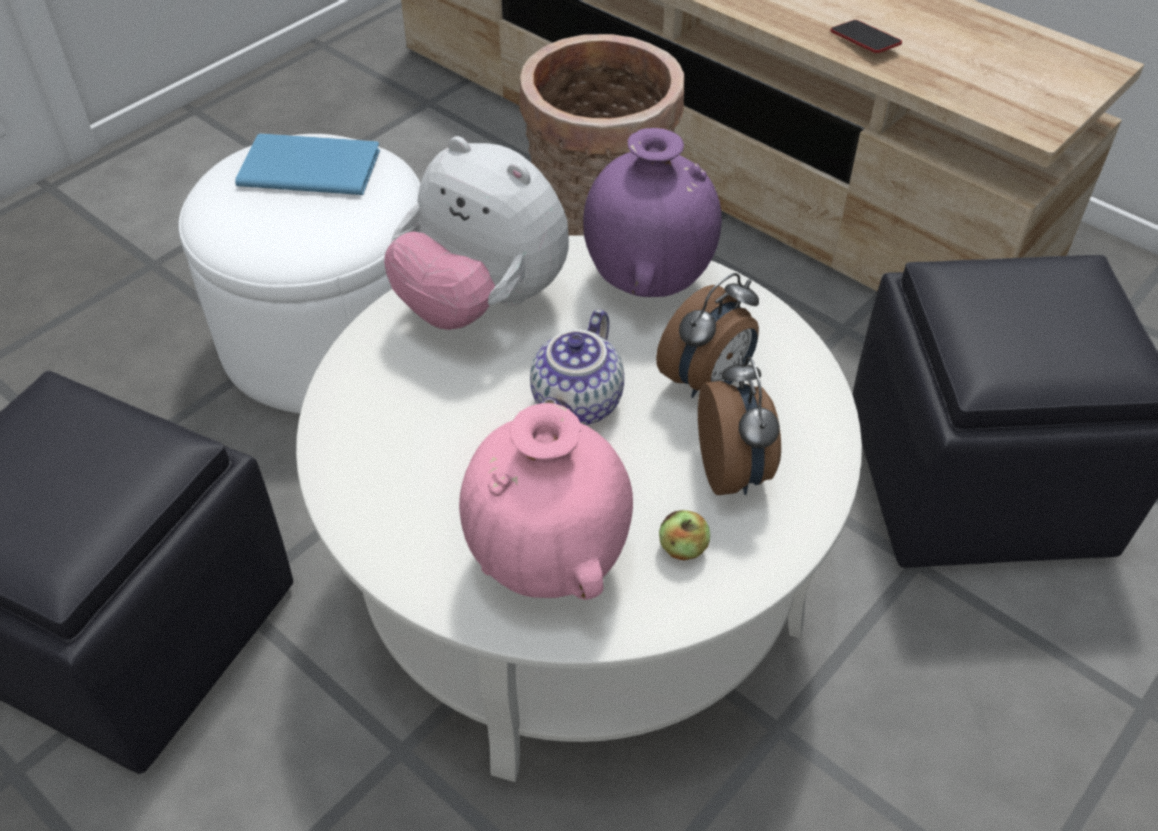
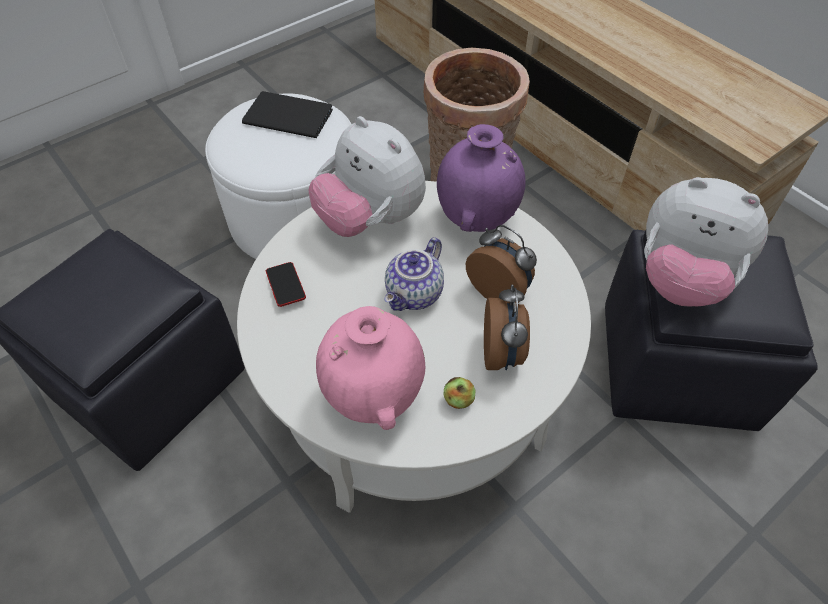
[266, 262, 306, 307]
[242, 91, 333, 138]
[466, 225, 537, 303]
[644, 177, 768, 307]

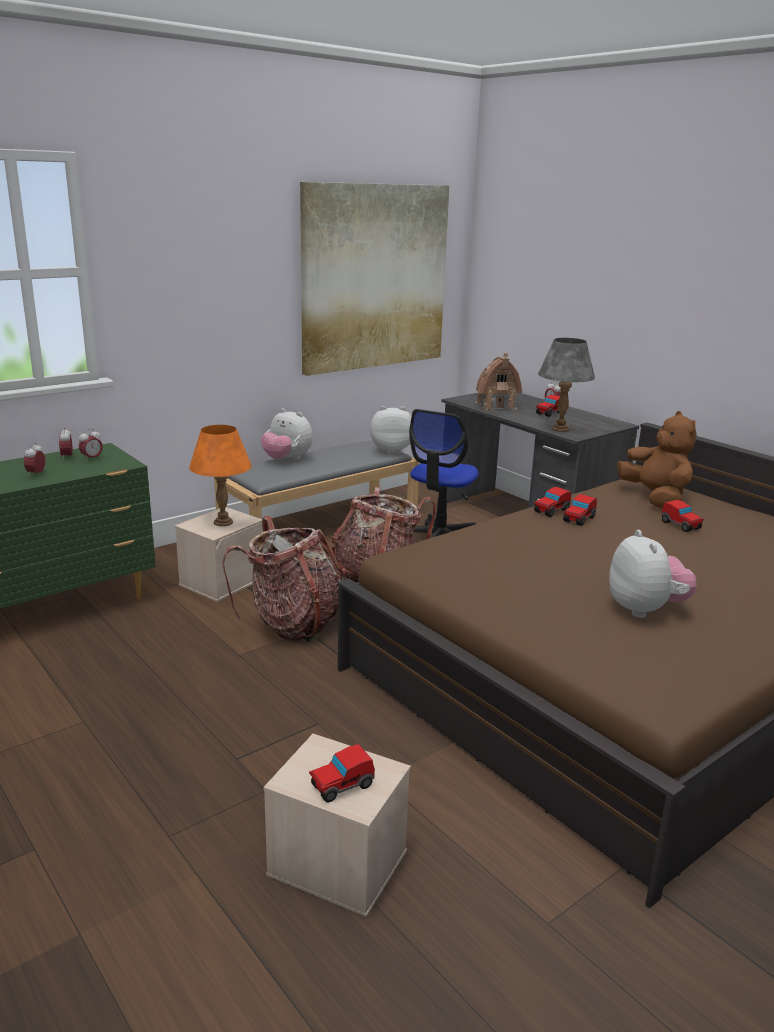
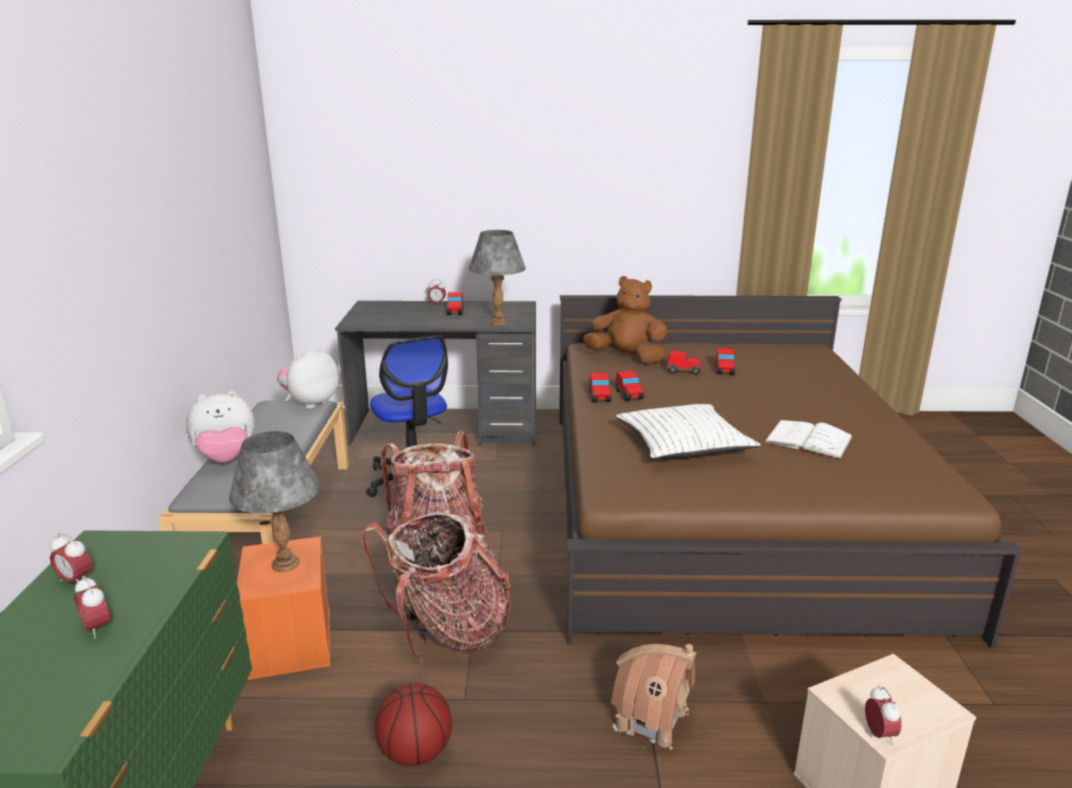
[300, 182, 449, 376] (first image)
[611, 644, 697, 749]
[229, 431, 320, 572]
[865, 685, 902, 745]
[237, 536, 330, 680]
[763, 420, 853, 459]
[715, 348, 735, 375]
[616, 404, 761, 459]
[375, 683, 452, 766]

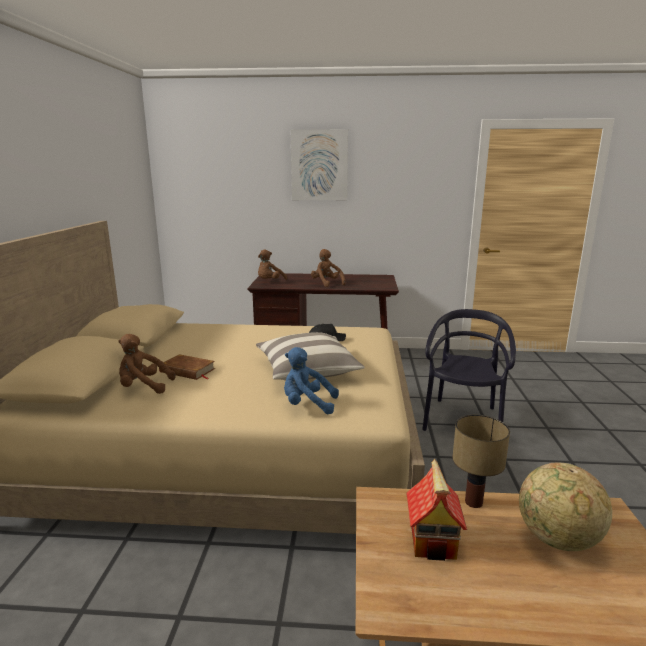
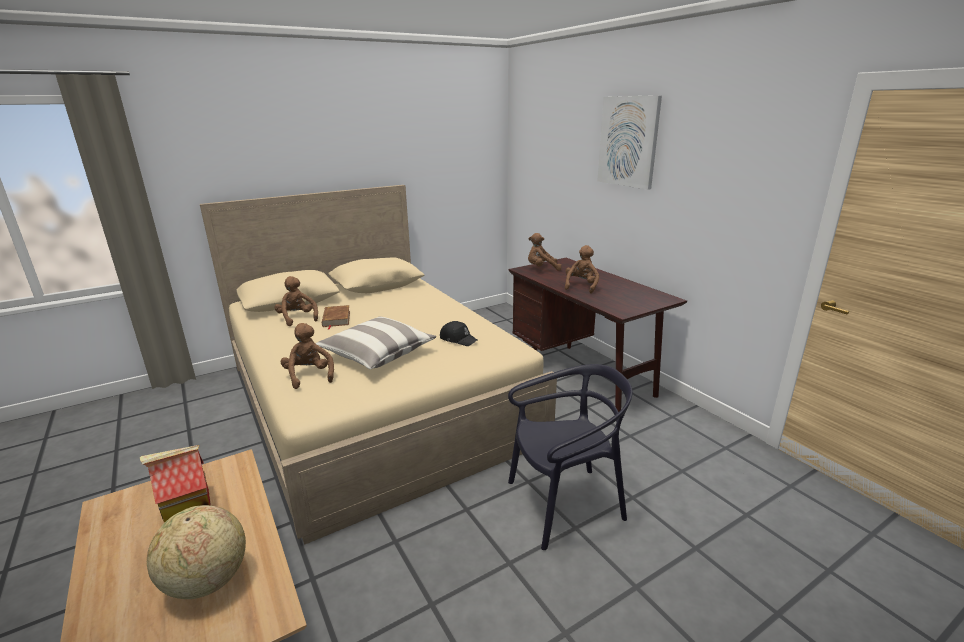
[281, 323, 334, 389]
[452, 415, 510, 508] (first image)

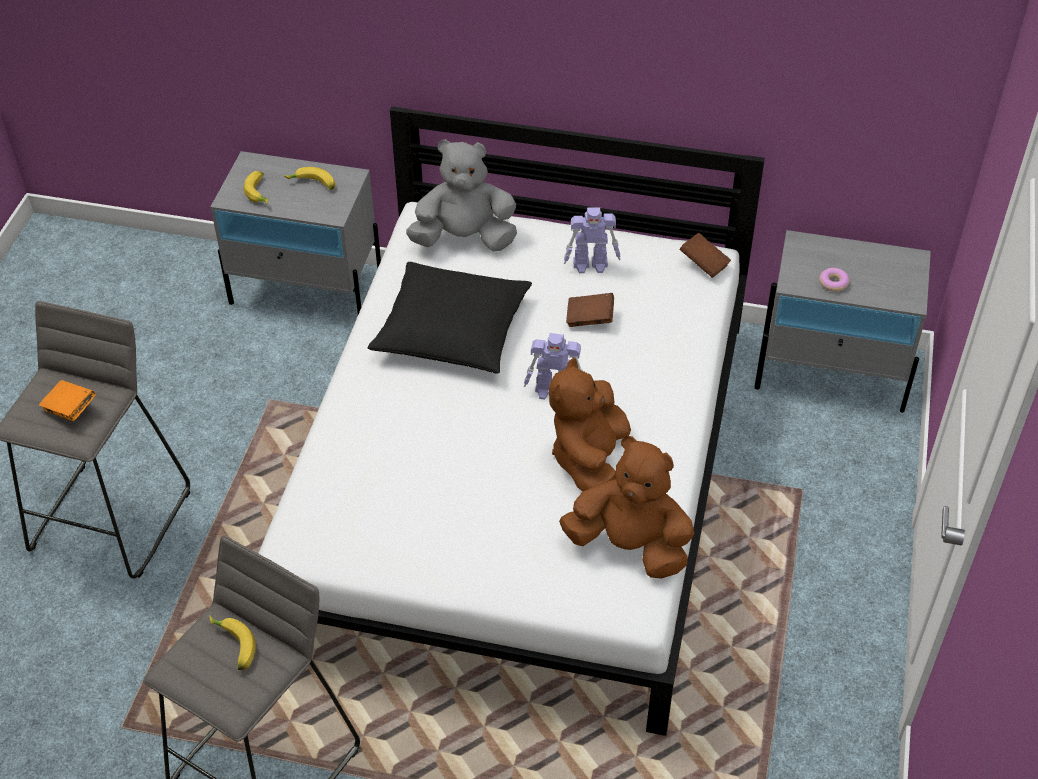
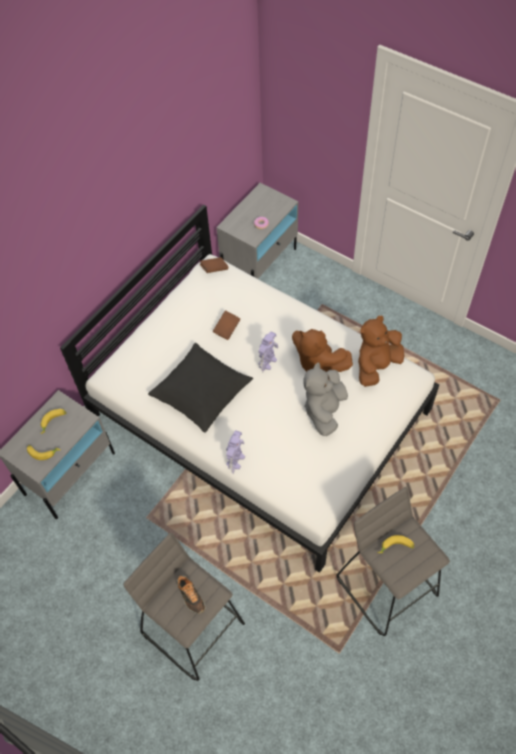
[303, 363, 348, 436]
[226, 430, 245, 474]
[177, 575, 205, 614]

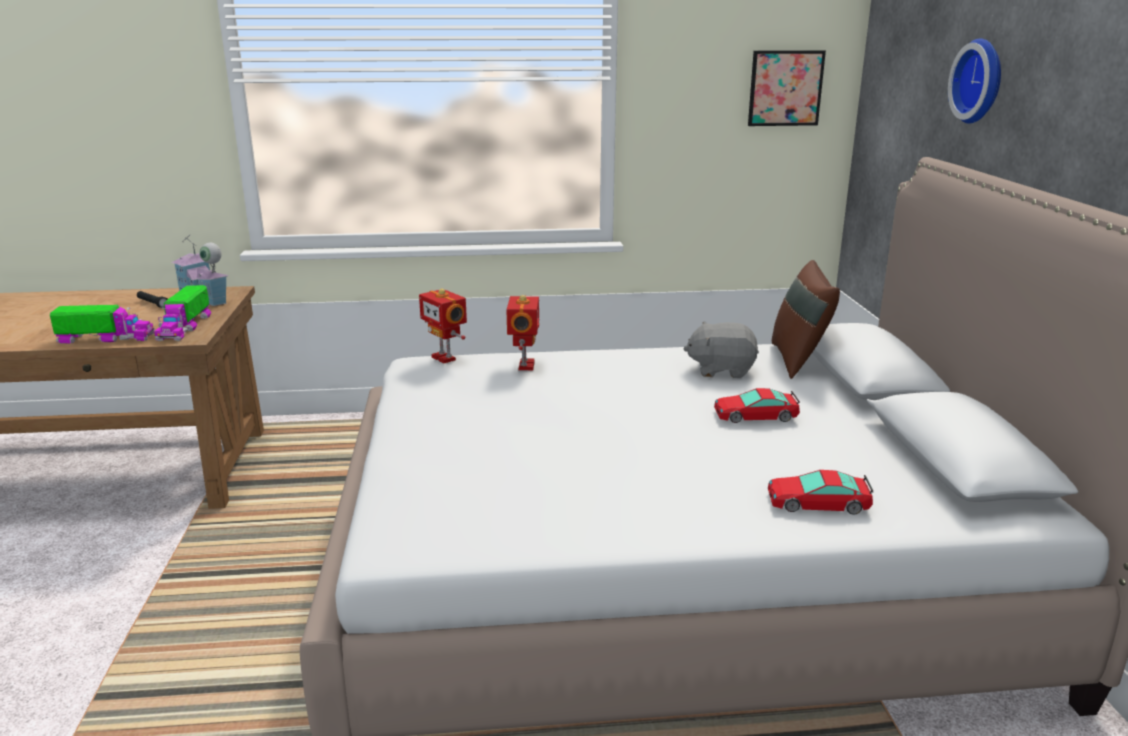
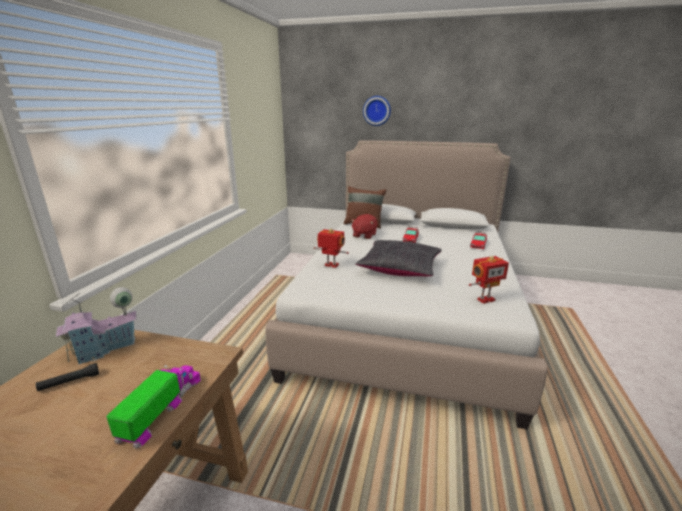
[748, 50, 826, 126] (first image)
[154, 285, 212, 341] (first image)
[469, 256, 509, 304]
[351, 214, 378, 239]
[355, 240, 442, 276]

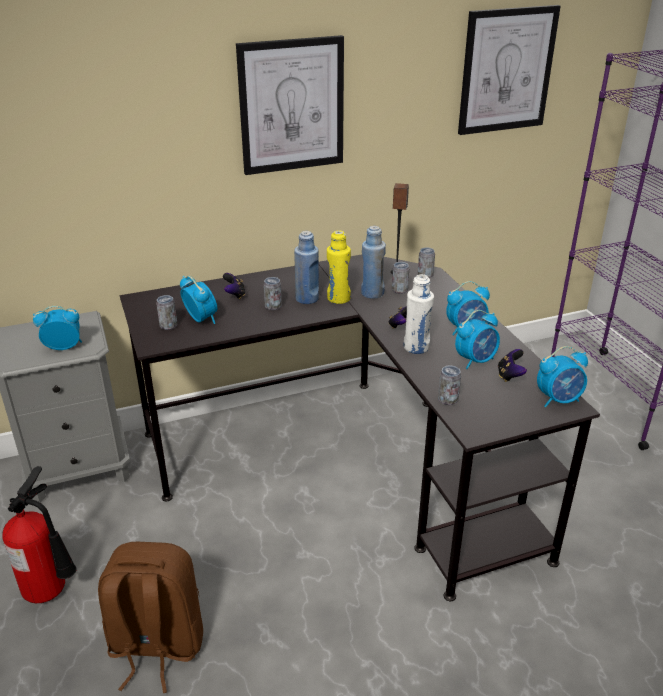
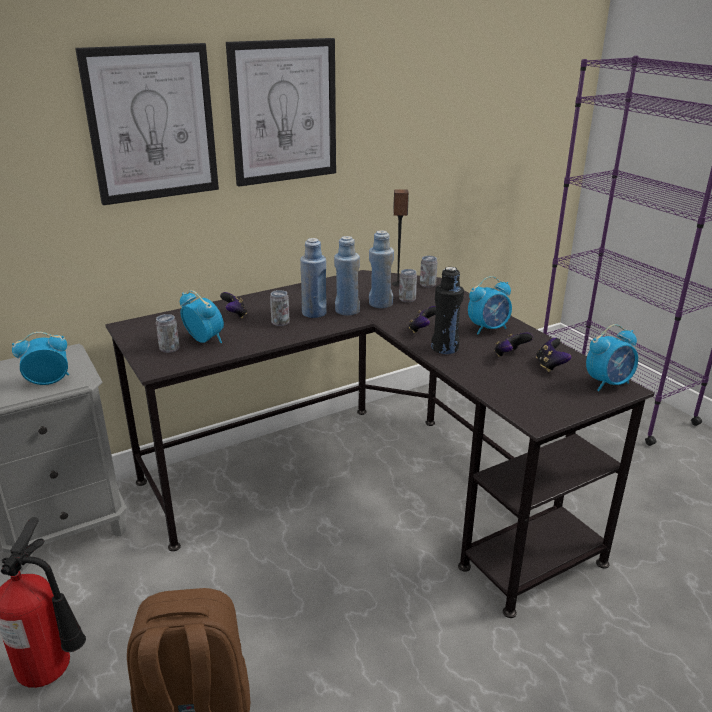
[75, 43, 219, 205]
[334, 236, 360, 315]
[431, 267, 464, 354]
[494, 333, 533, 357]
[438, 365, 461, 405] (first image)

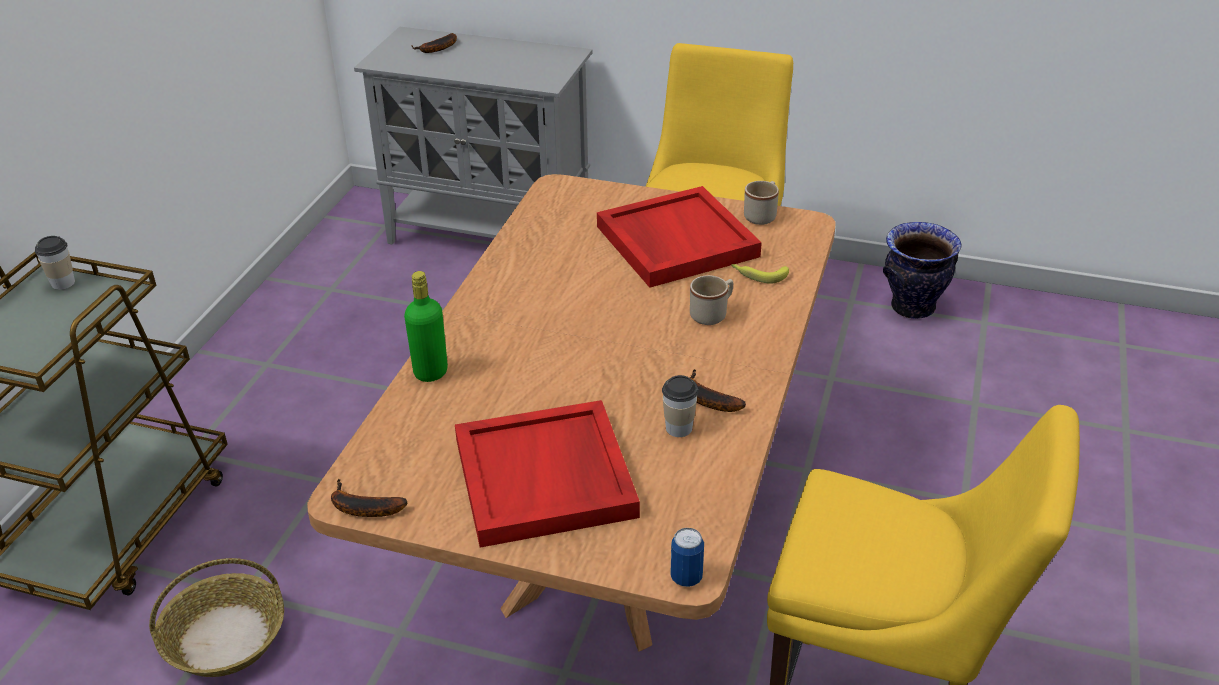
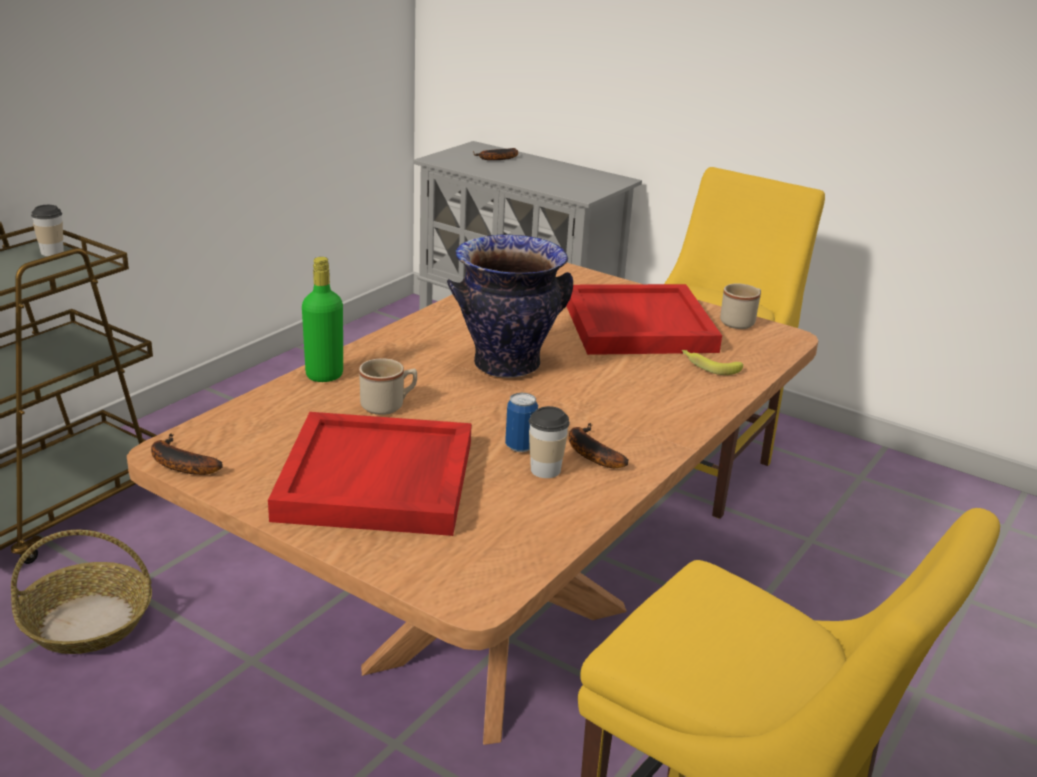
[447, 234, 573, 378]
[359, 358, 417, 415]
[505, 393, 538, 452]

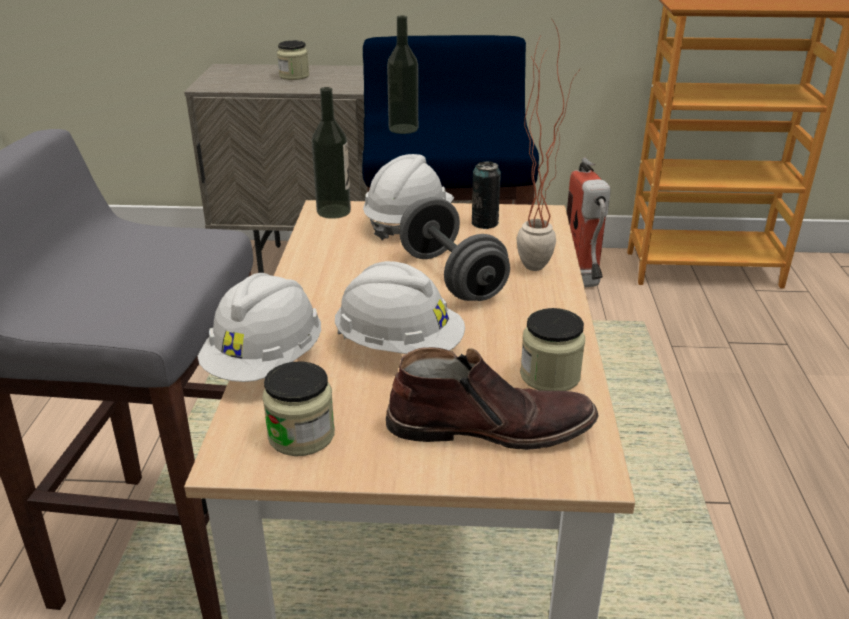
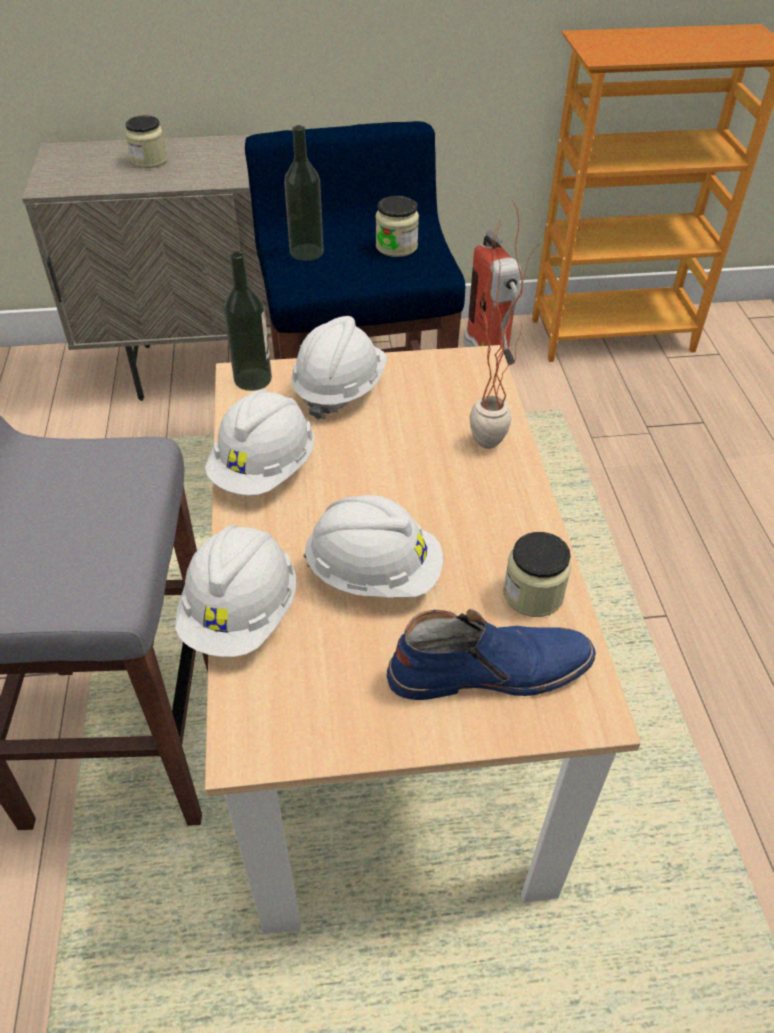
[472, 162, 501, 229] (first image)
[400, 197, 510, 301] (first image)
[387, 609, 596, 700]
[376, 196, 419, 257]
[205, 390, 314, 496]

